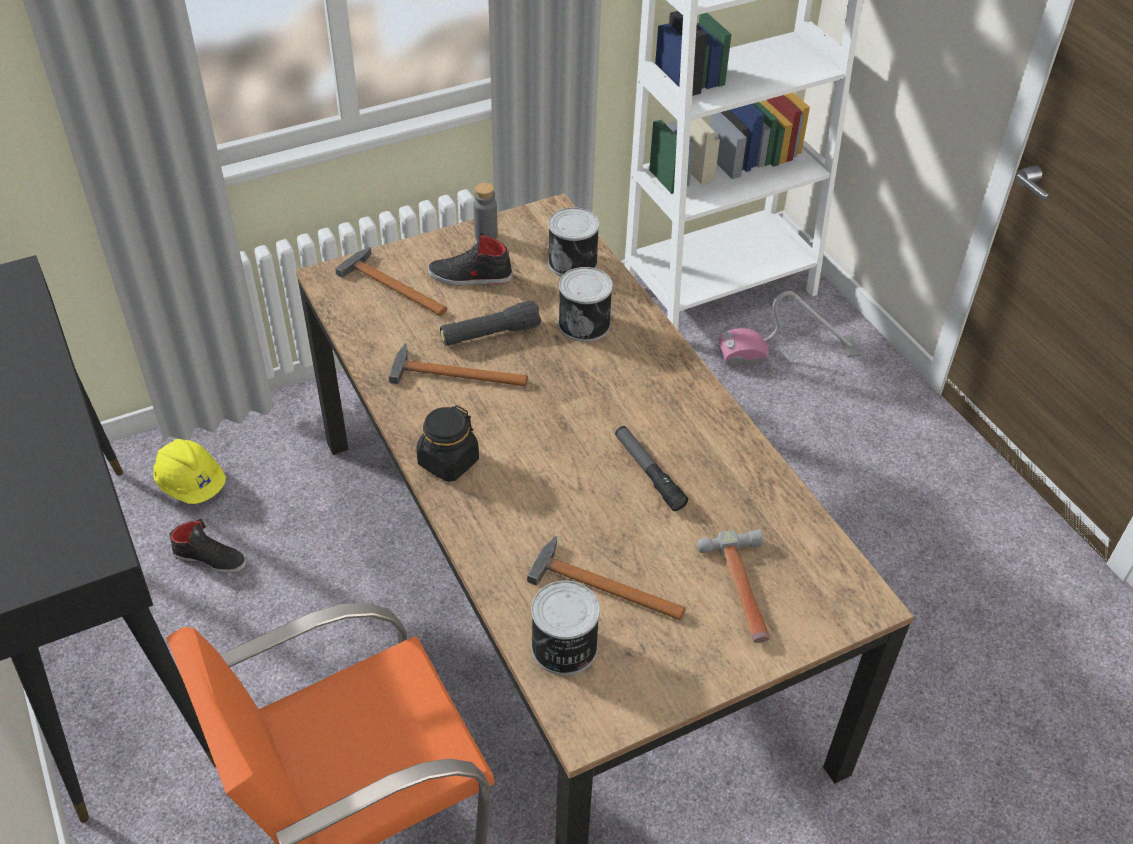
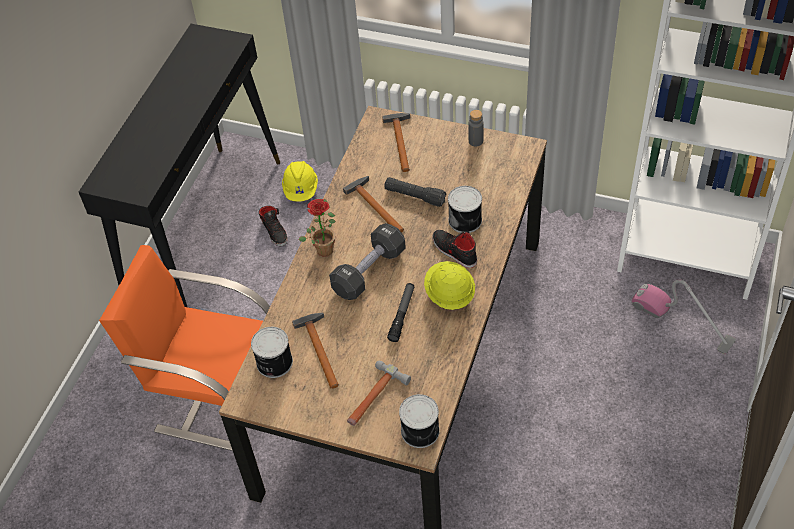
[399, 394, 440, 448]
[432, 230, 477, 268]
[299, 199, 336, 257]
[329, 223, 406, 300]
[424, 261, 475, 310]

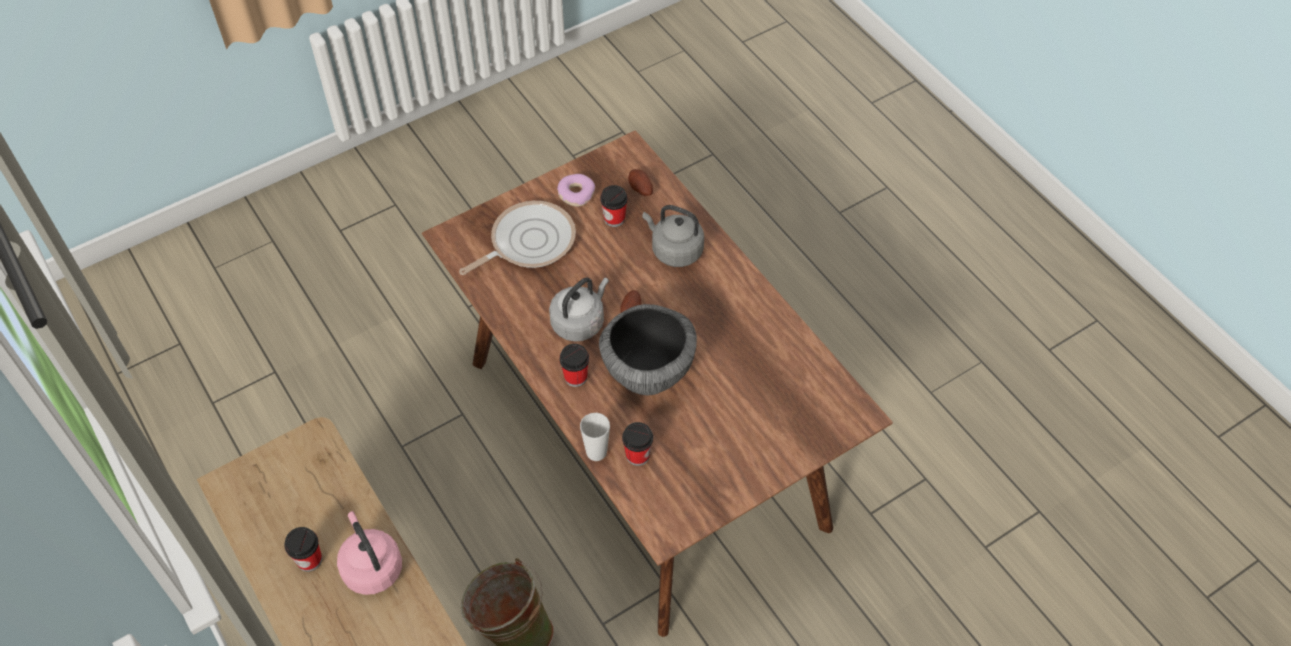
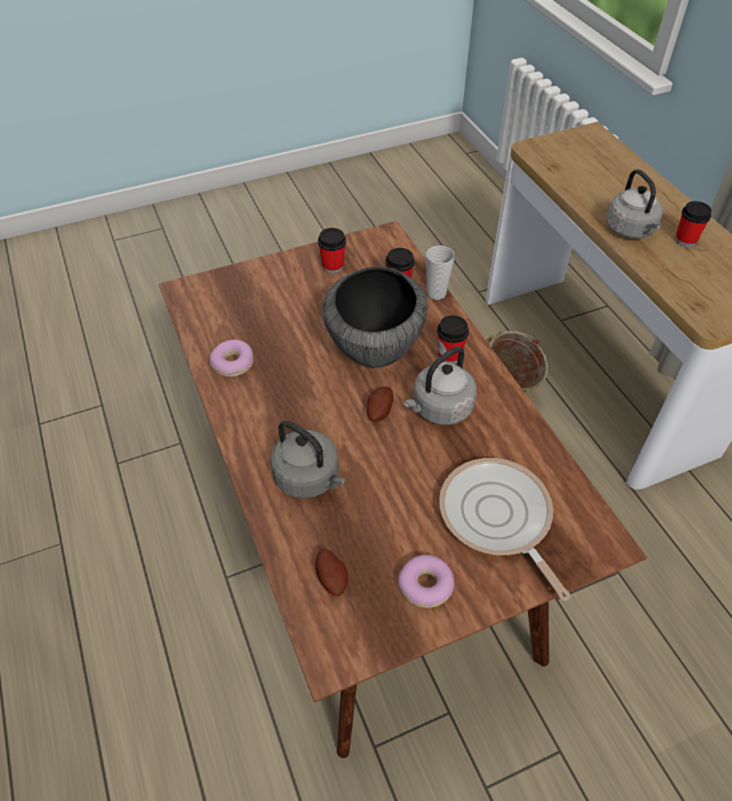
[318, 228, 346, 274]
[439, 458, 571, 601]
[606, 169, 663, 239]
[209, 339, 253, 377]

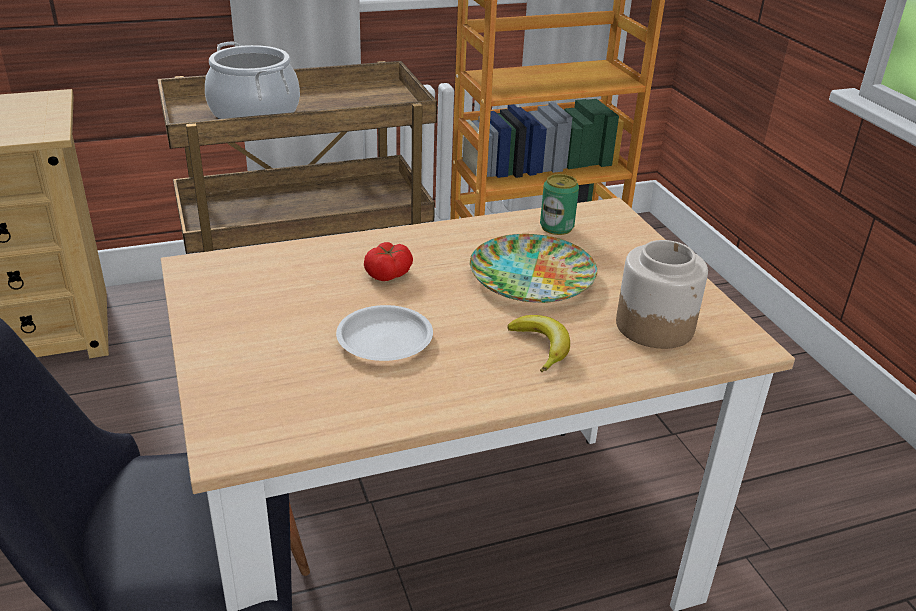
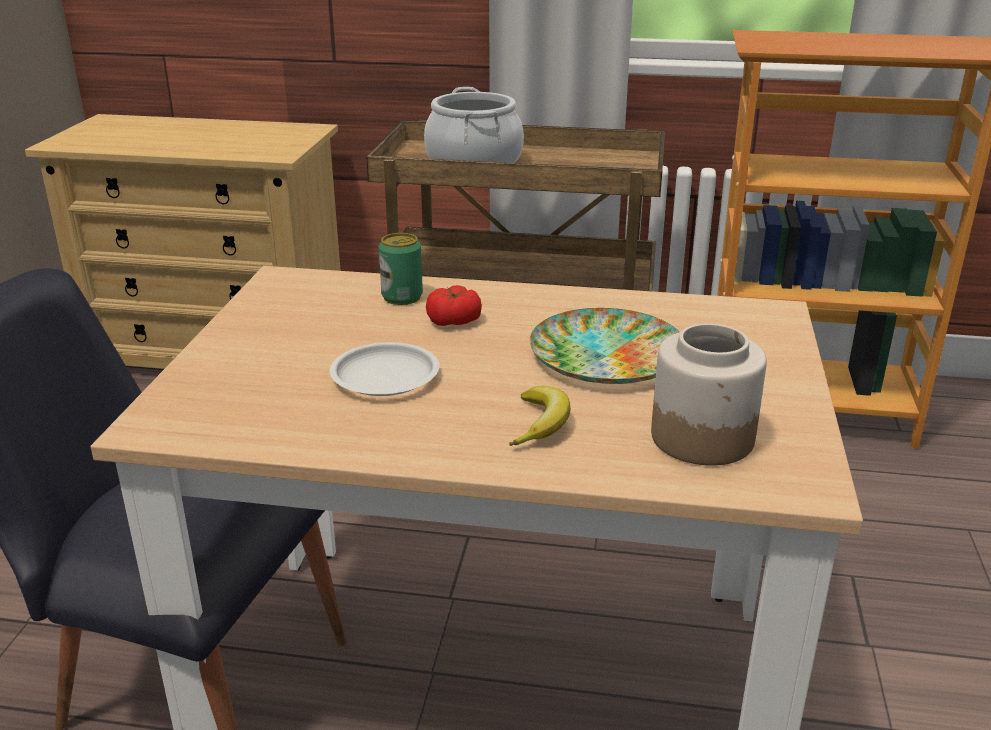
[379, 233, 423, 305]

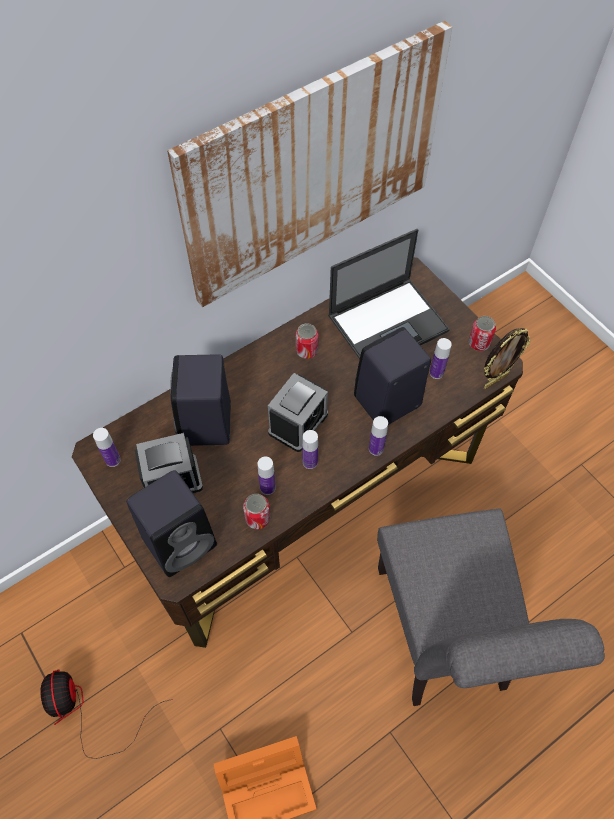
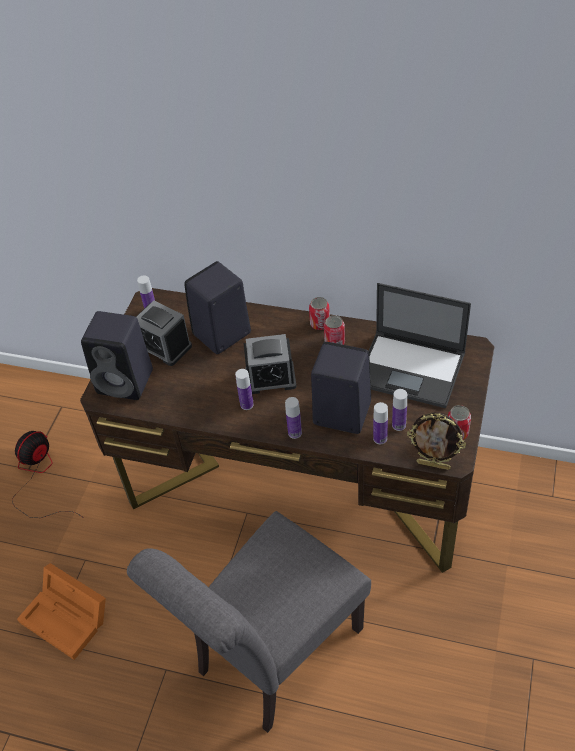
[167, 21, 452, 307] (first image)
[373, 402, 388, 444]
[309, 297, 330, 330]

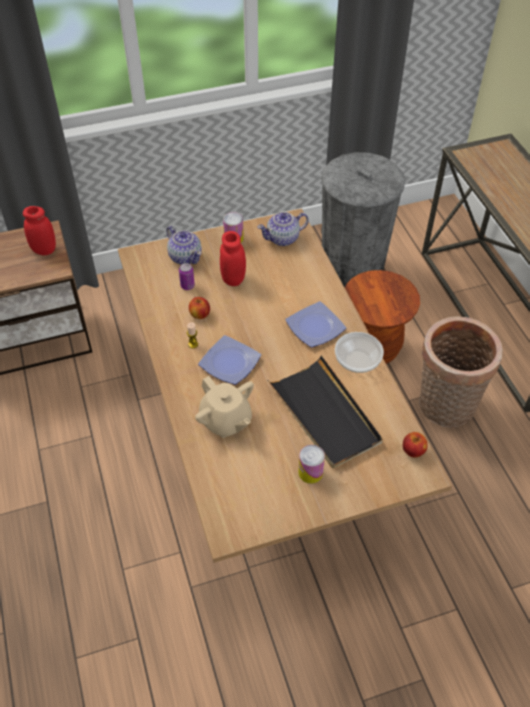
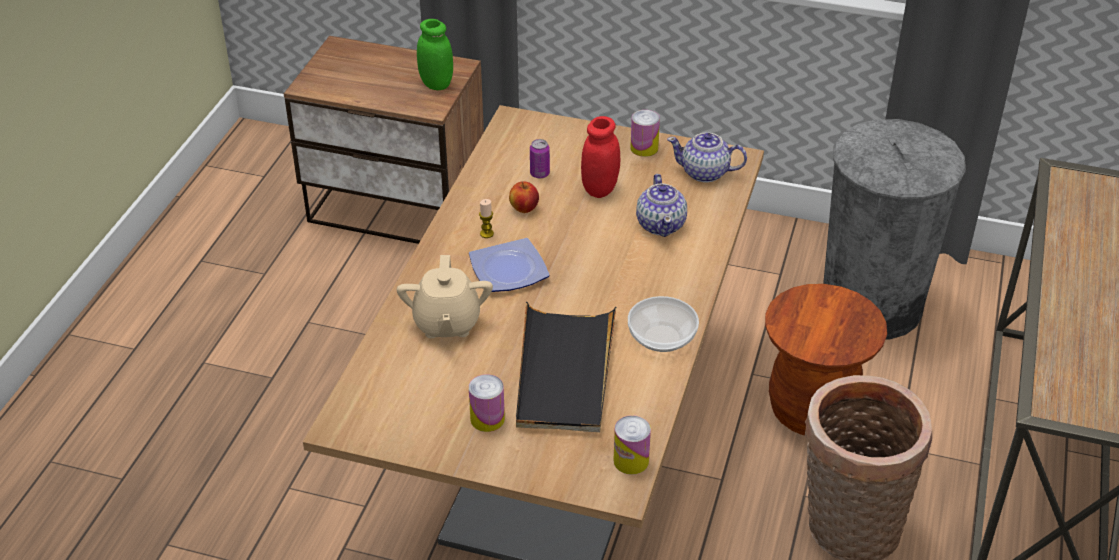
[417, 19, 453, 90]
[636, 174, 687, 237]
[285, 301, 346, 347] (first image)
[613, 415, 651, 475]

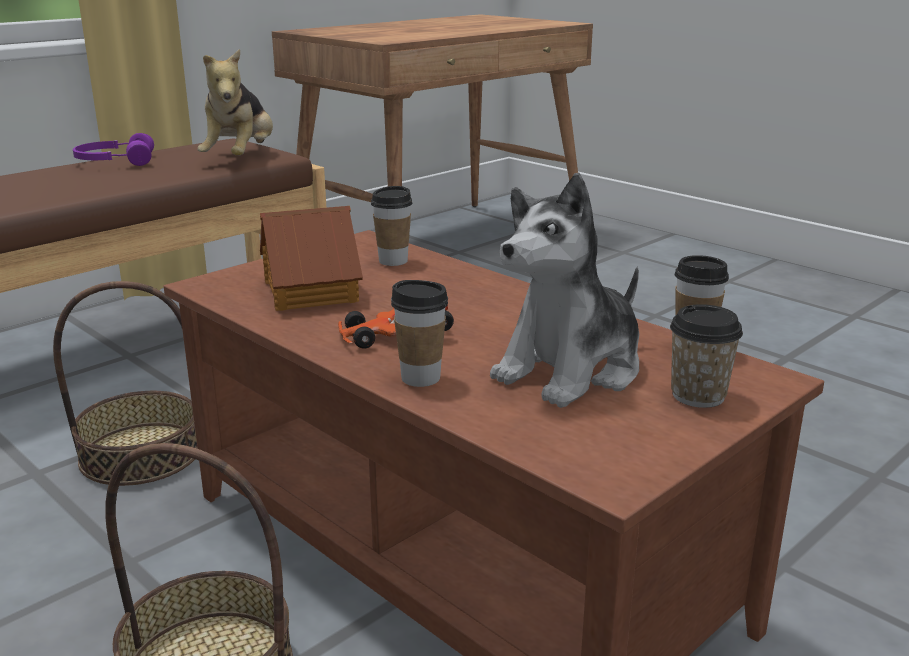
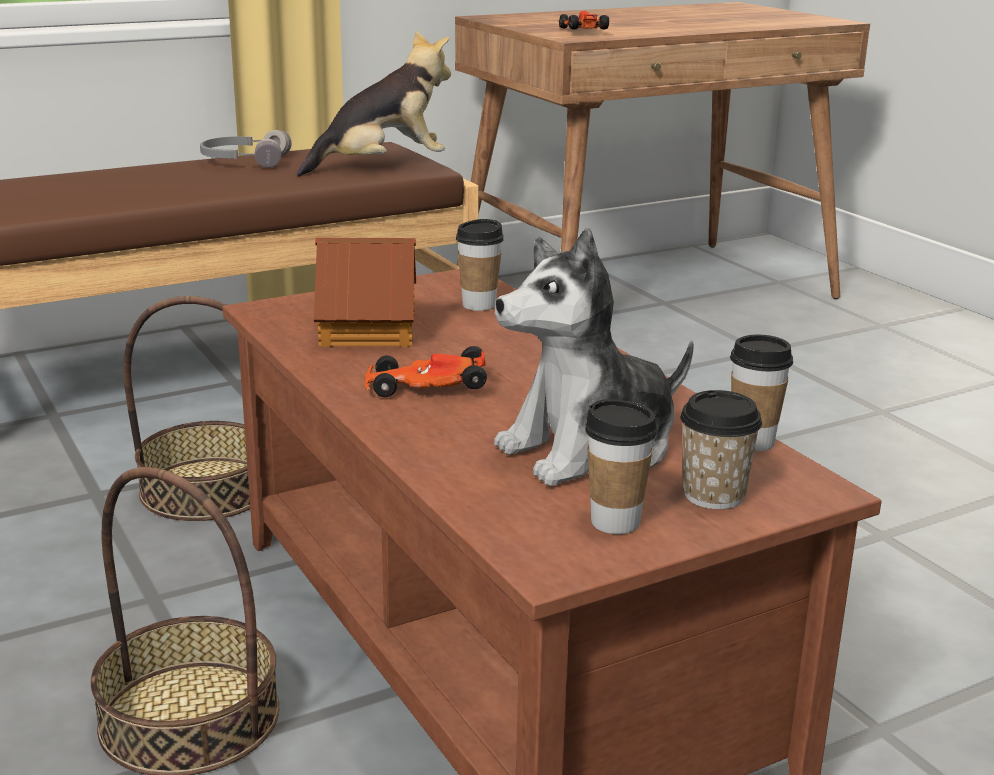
[297, 30, 451, 177]
[200, 130, 292, 168]
[585, 399, 657, 534]
[558, 11, 609, 30]

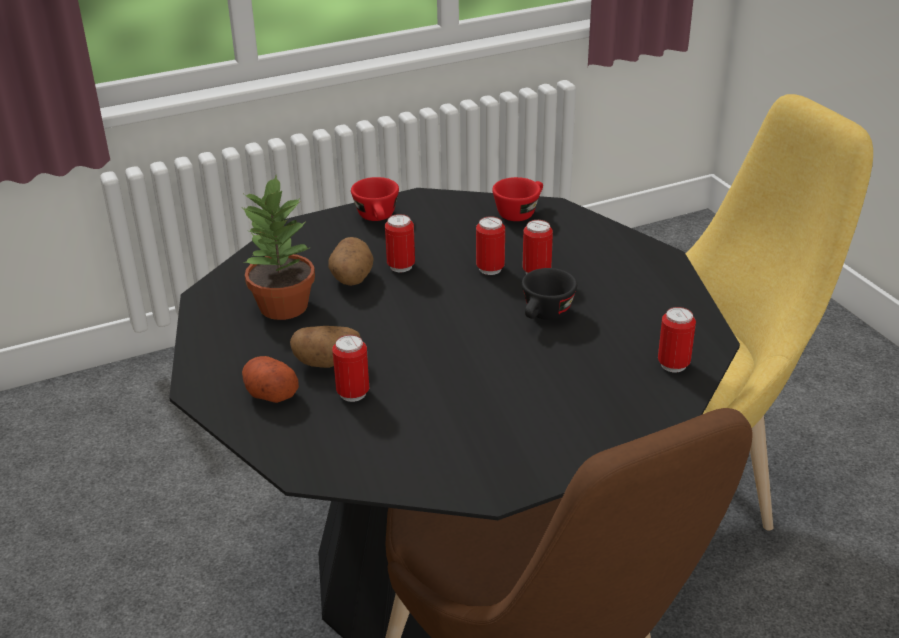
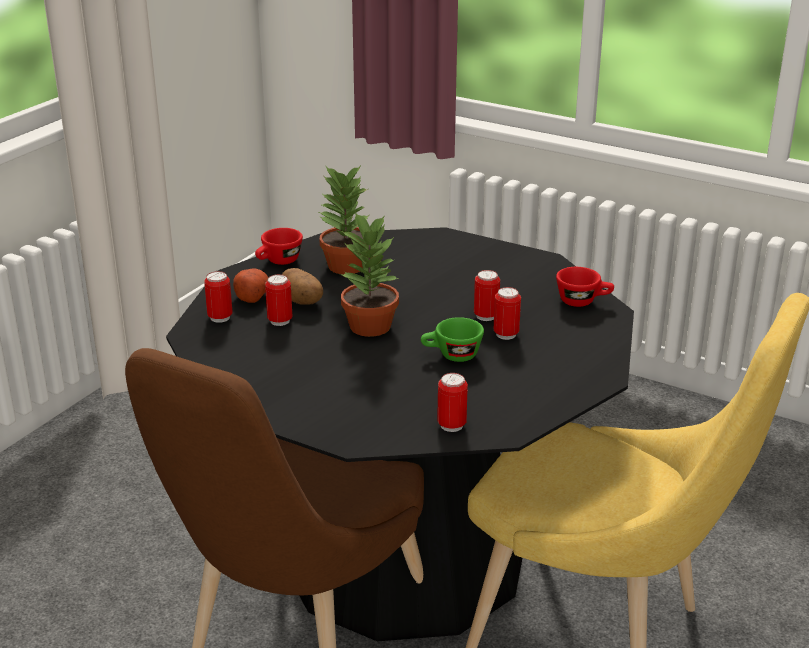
[255, 228, 303, 265]
[204, 271, 233, 323]
[328, 237, 374, 286] (first image)
[421, 317, 484, 362]
[340, 212, 400, 337]

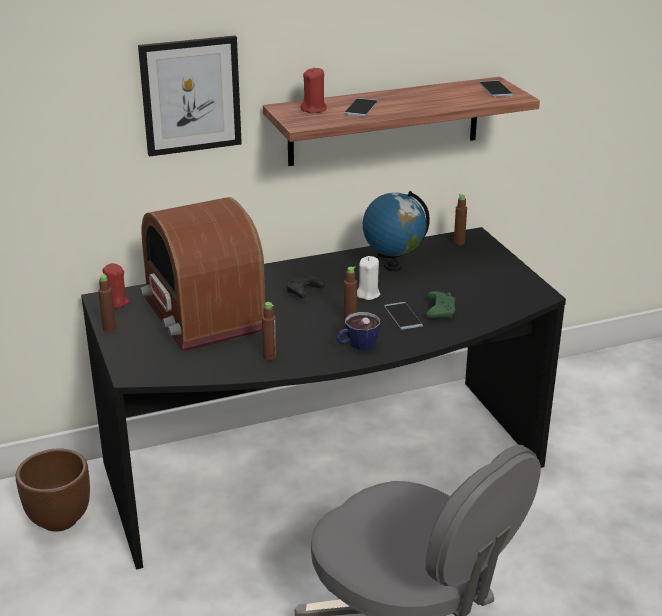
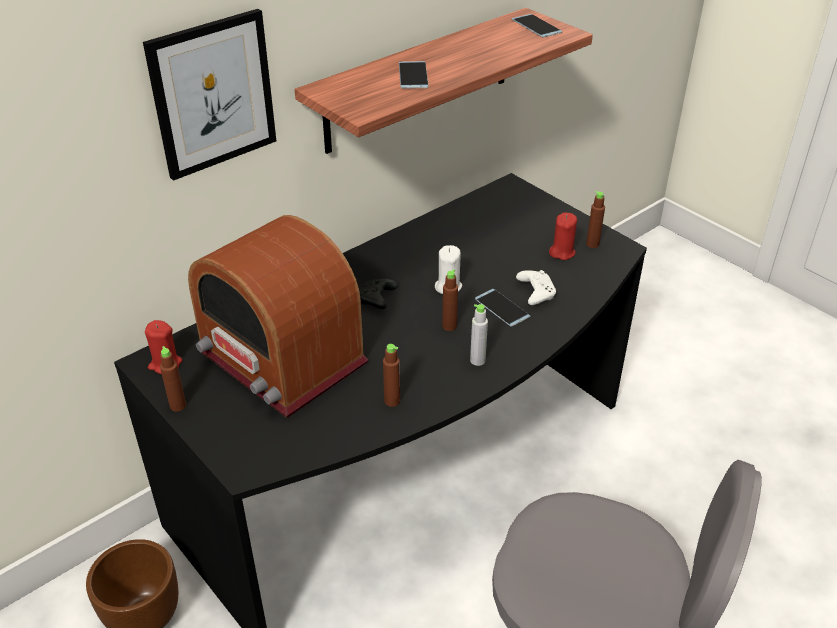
[549, 212, 577, 260]
[363, 191, 430, 271] (first image)
[586, 191, 605, 248]
[516, 270, 556, 305]
[470, 304, 488, 366]

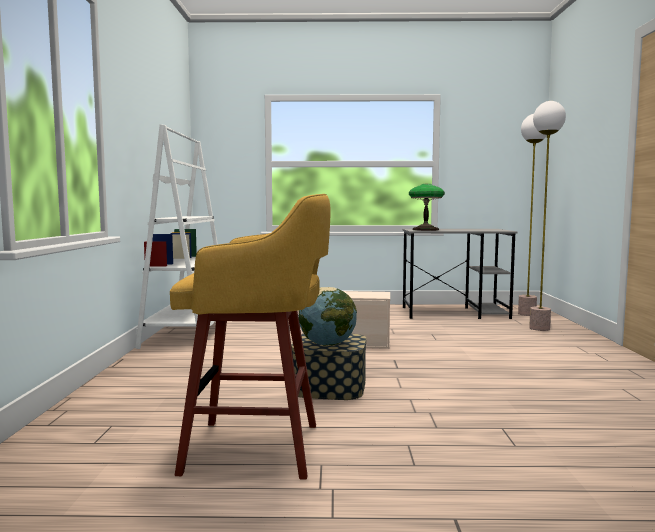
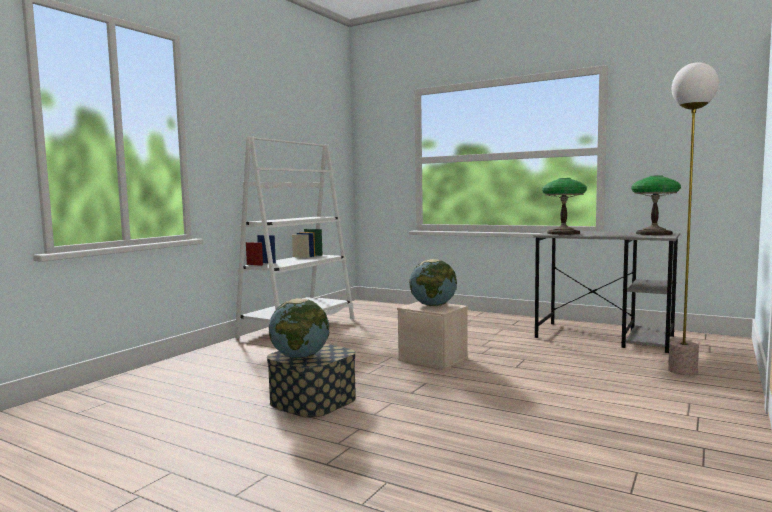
[518, 114, 547, 316] (first image)
[170, 194, 330, 480] (first image)
[631, 175, 681, 235]
[409, 259, 457, 307]

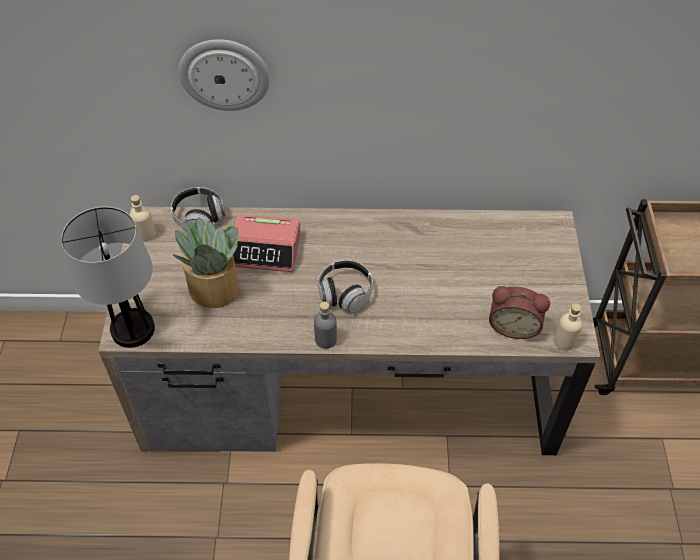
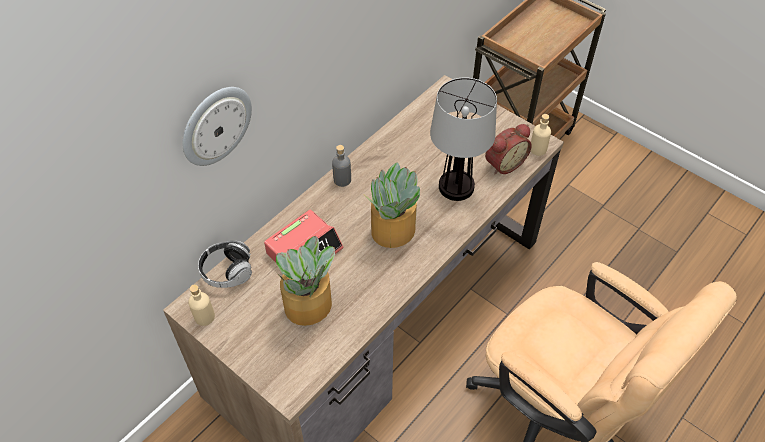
[430, 78, 497, 201]
[363, 162, 420, 248]
[332, 145, 351, 187]

